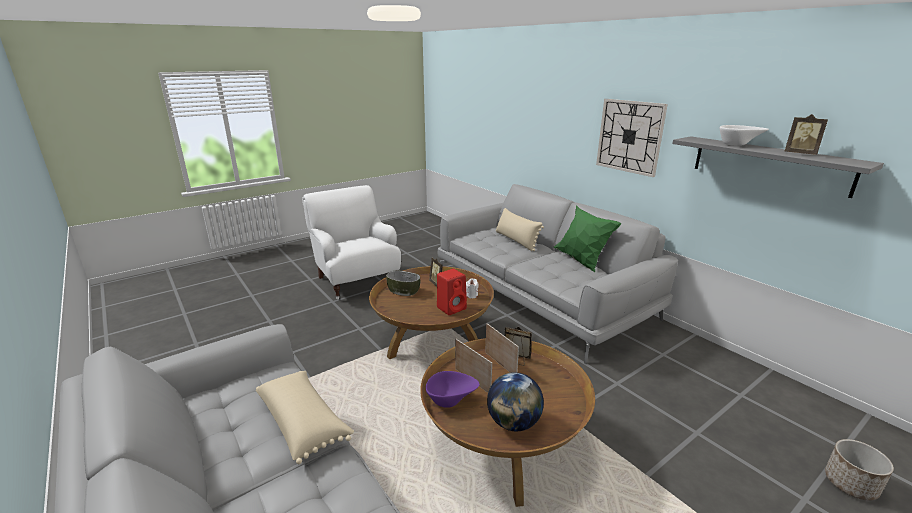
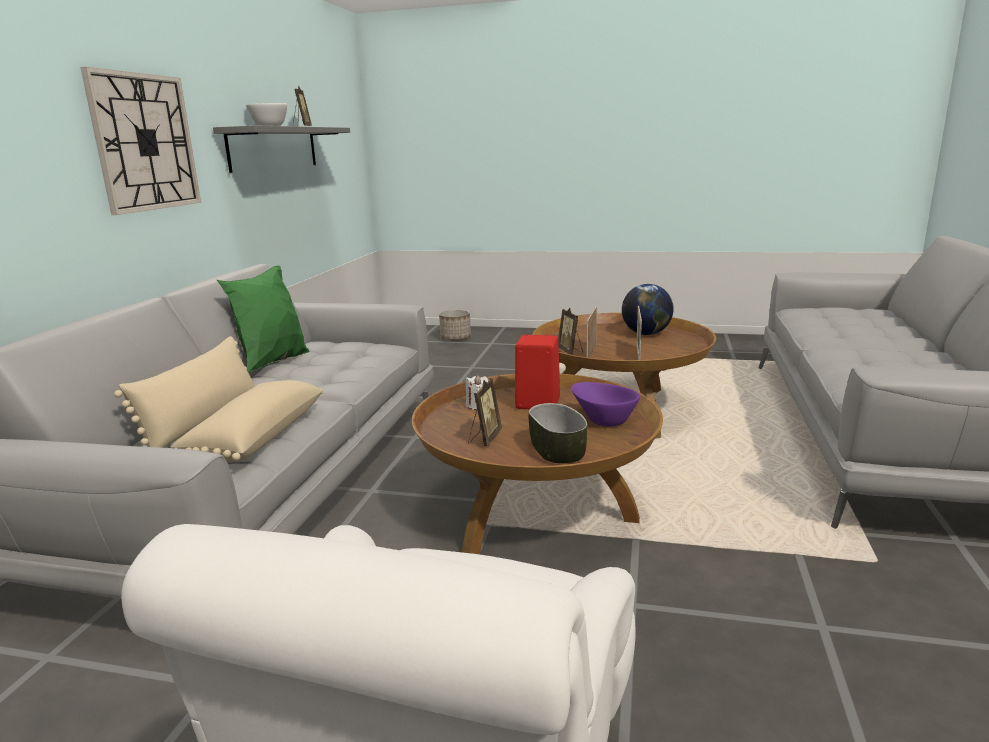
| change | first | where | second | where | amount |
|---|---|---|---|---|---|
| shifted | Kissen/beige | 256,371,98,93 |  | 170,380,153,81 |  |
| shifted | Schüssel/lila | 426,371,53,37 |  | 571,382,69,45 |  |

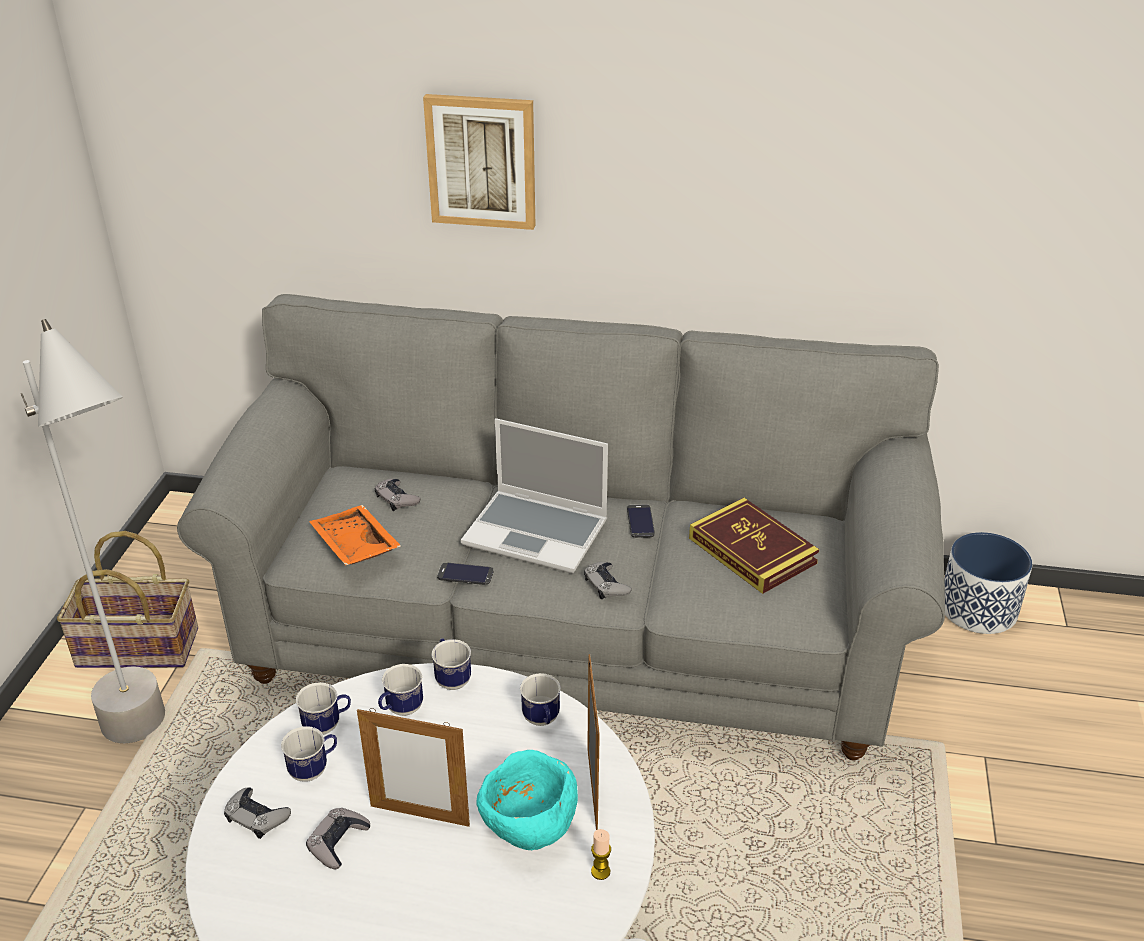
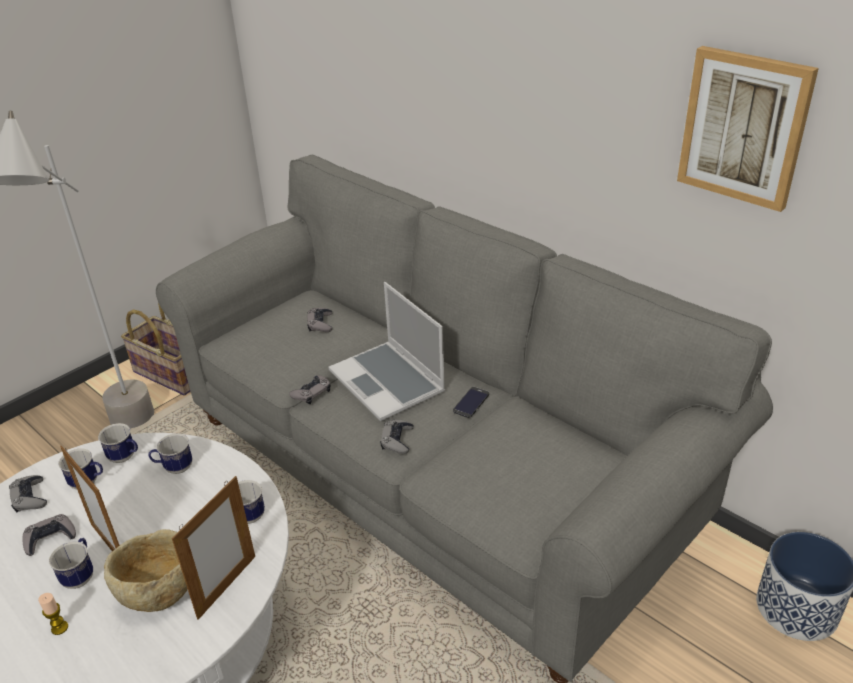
| change | first | where | second | where | amount |
|---|---|---|---|---|---|
| shifted | Kerze | 591,829,20,51 |  | 38,593,30,42 |  |
| shifted | Henkelbecher | 431,638,40,52 |  | 49,538,44,51 |  |
| repainted | Schüssel/türkis | 477,750,101,100 | Schüssel/beige | 104,529,84,83 |  |
| swapped | Handy | 437,562,57,23 | Gamepad/grau | 289,375,42,29 |  |
| shifted | Bild | 423,94,113,136 |  | 677,46,142,166 |  |
| gone | Tablett/orange | 309,505,92,60 |  |  |  |
| gone | Buch | 689,498,130,96 |  |  |  |

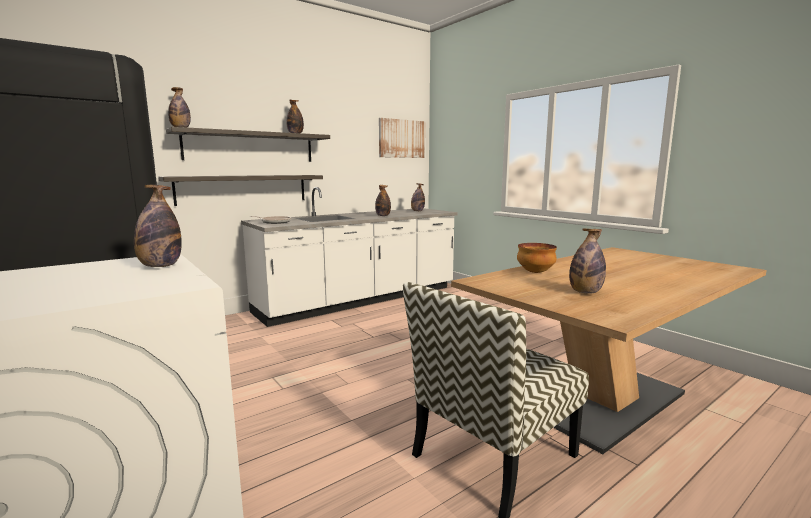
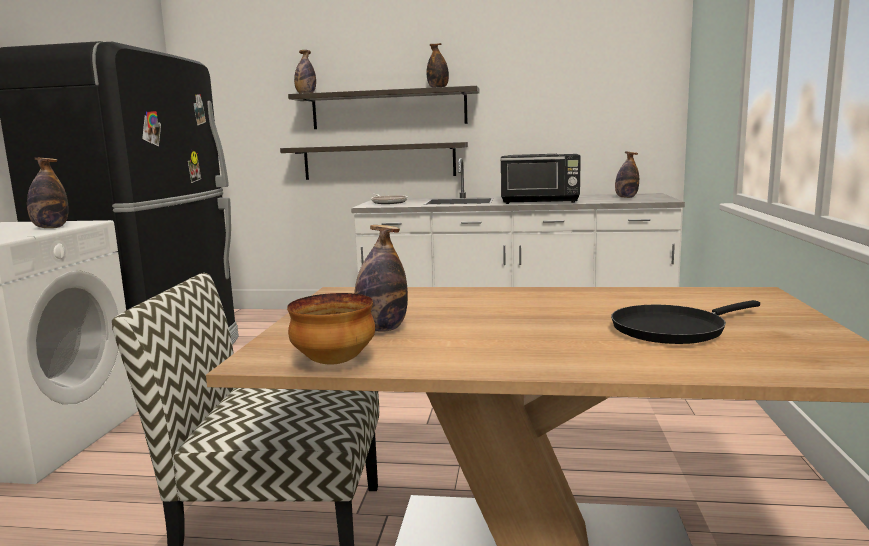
| change | first | where | second | where | amount |
|---|---|---|---|---|---|
| shifted | Schüssel | 517,243,40,30 |  | 287,293,88,71 |  |
| swapped | Flasche | 375,185,16,31 | Mikrowelle/schwarz | 501,154,80,50 |  |
| new |  |  | Pfanne/schwarz | 611,300,149,44 |  |
| gone | Bild | 379,118,46,40 |  |  |  |

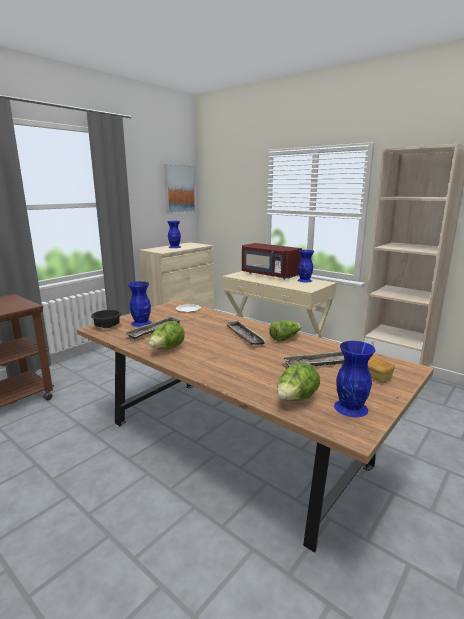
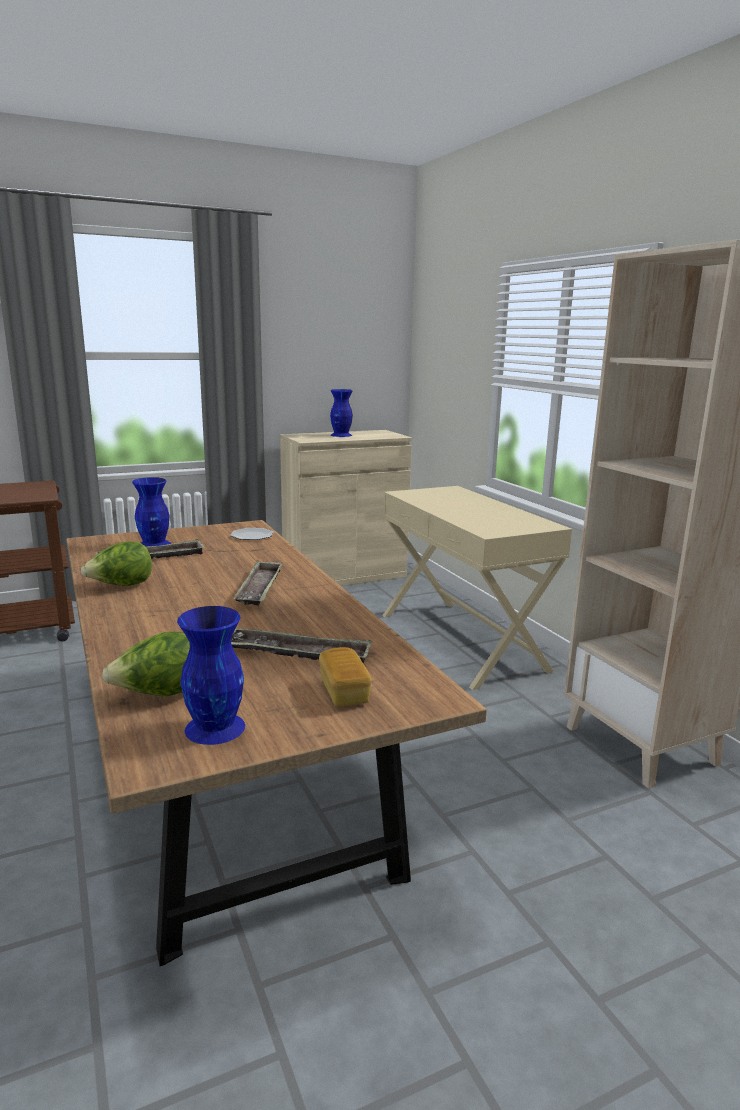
| change | first | where | second | where | amount |
|---|---|---|---|---|---|
| gone | Schüssel/schwarz | 91,310,30,18 |  |  |  |
| gone | Bild | 164,164,32,50 |  |  |  |
| gone | Mikrowelle/rot | 242,243,60,36 |  |  |  |
| gone | Salatkopf | 269,320,32,22 |  |  |  |
| gone | Vase/blau | 297,250,17,32 |  |  |  |

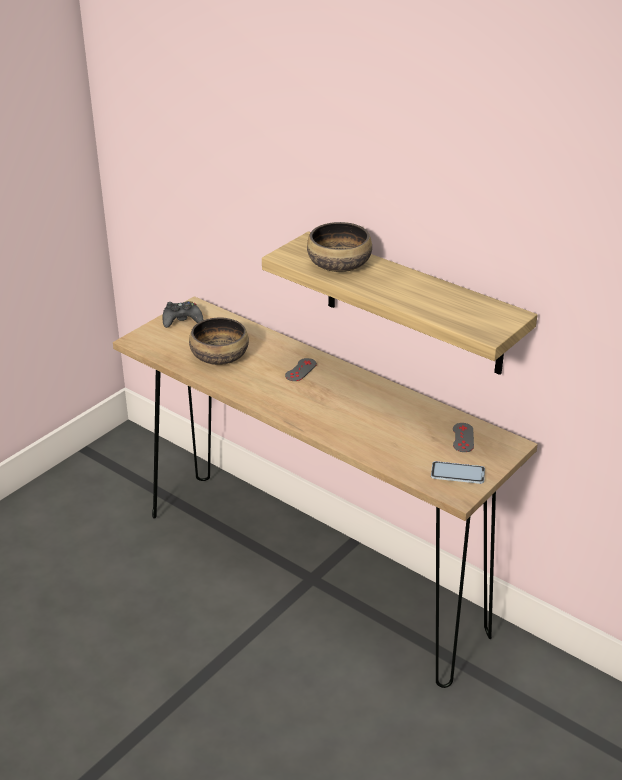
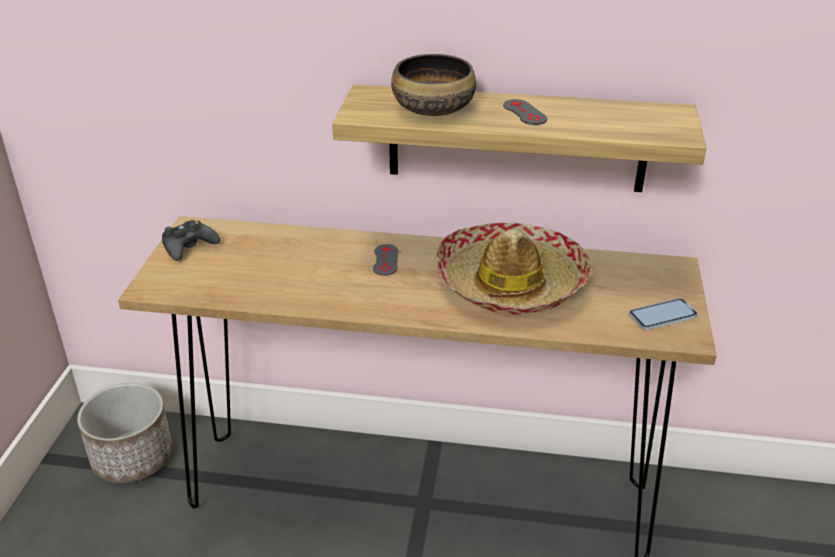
| change | first | where | second | where | amount |
|---|---|---|---|---|---|
| new |  |  | Pflanzkübel | 77,383,95,100 |  |
| new |  |  | Hut | 435,222,157,92 |  |
| shifted | Gamepad/grau | 453,423,21,29 |  | 503,99,44,26 |  |
| gone | Schüssel | 189,317,60,48 |  |  |  |

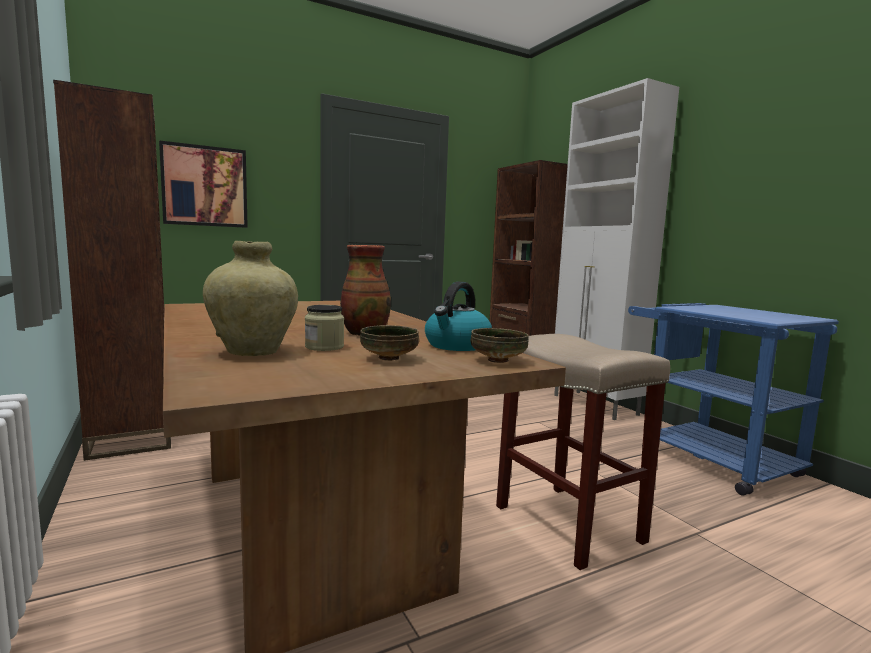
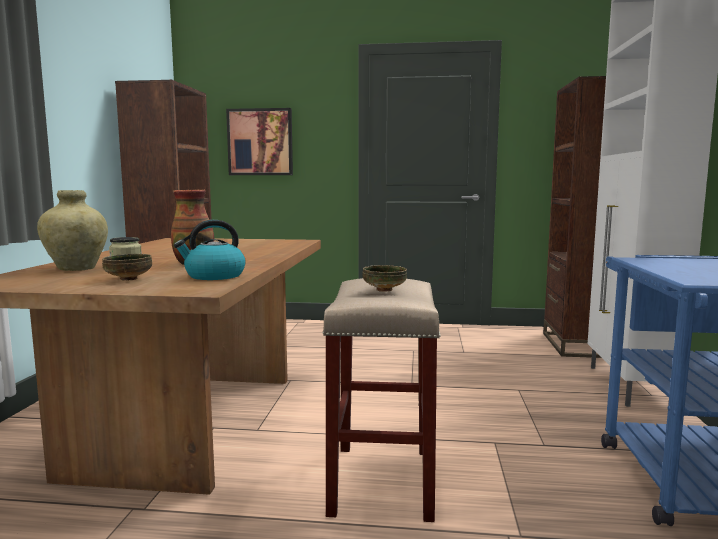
| change | first | where | second | where | amount |
|---|---|---|---|---|---|
| shifted | Schüssel | 470,328,59,35 |  | 363,265,44,27 |  |

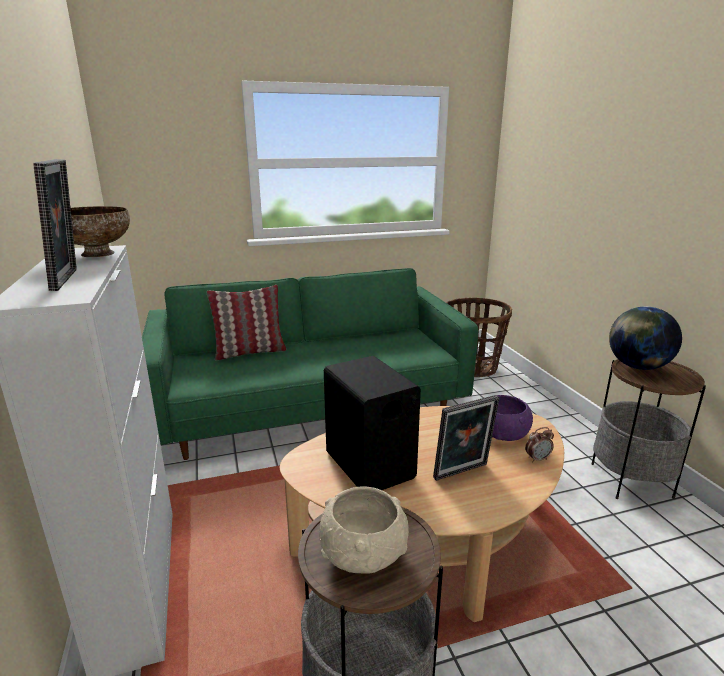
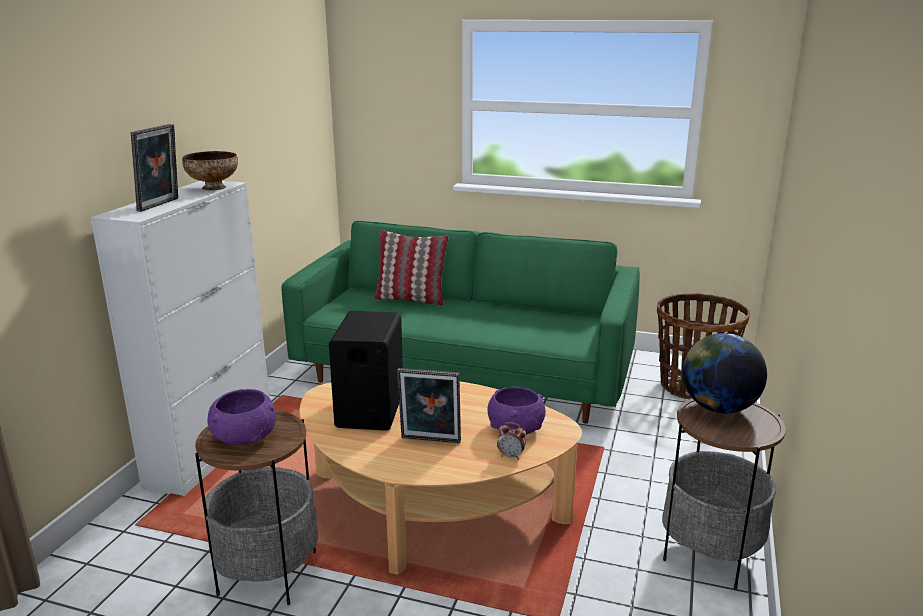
| change | first | where | second | where | amount |
|---|---|---|---|---|---|
| repainted | Schüssel/beige | 319,487,90,87 | Schüssel/lila | 207,389,69,56 |  |

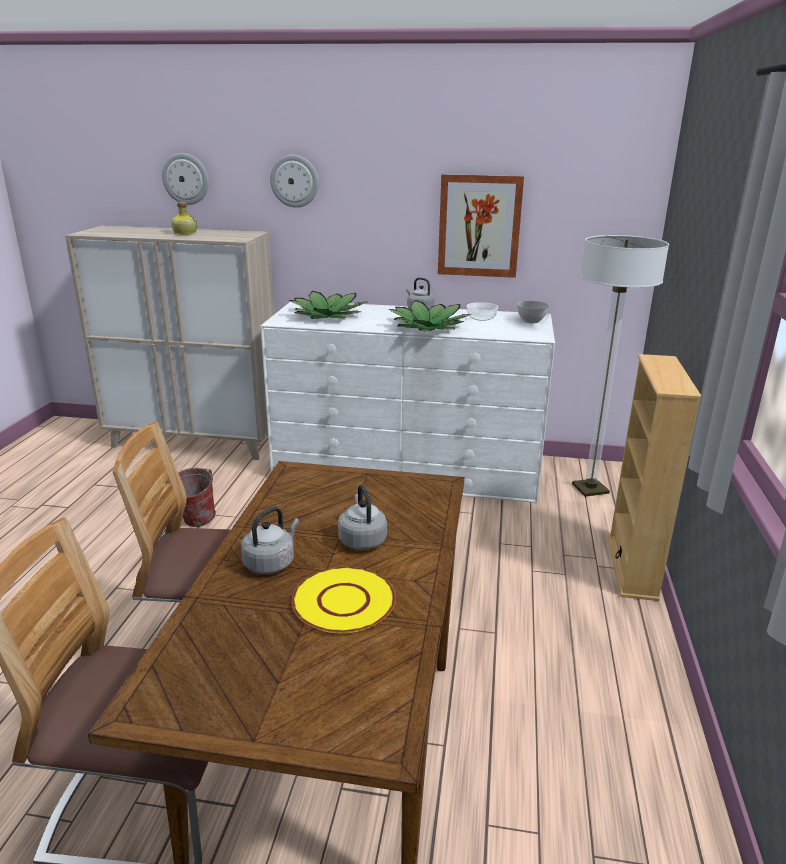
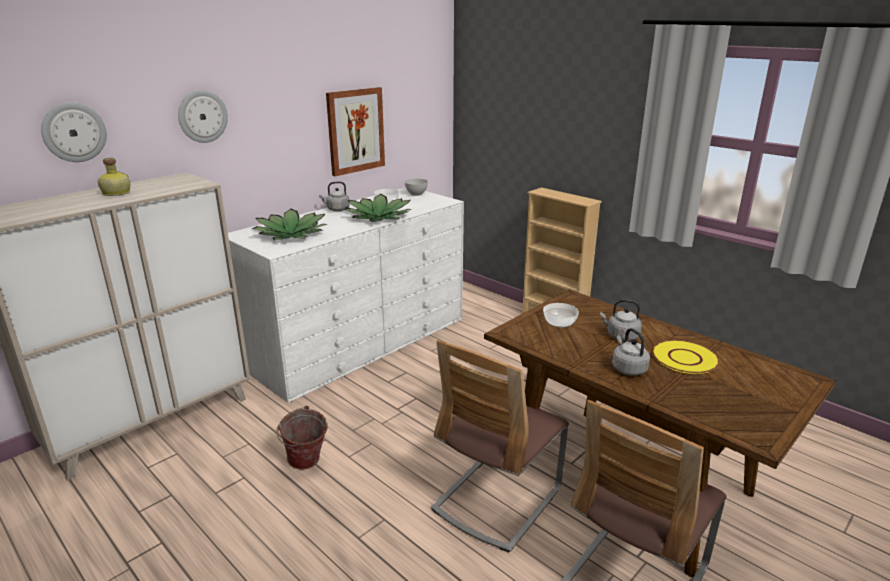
| change | first | where | second | where | amount |
|---|---|---|---|---|---|
| new |  |  | Schüssel | 543,303,36,24 |  |
| gone | Stehlampe | 572,235,97,262 |  |  |  |

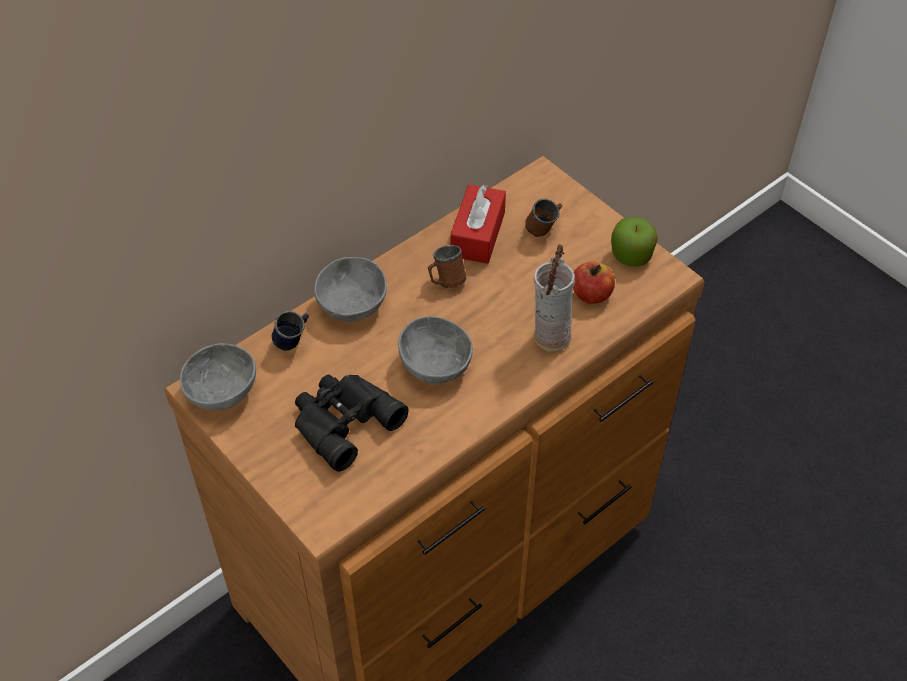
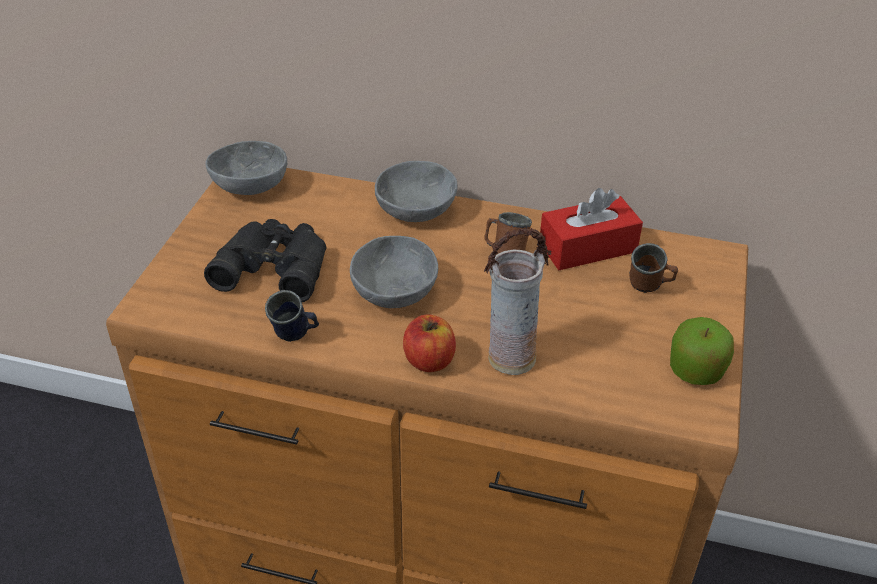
| change | first | where | second | where | amount |
|---|---|---|---|---|---|
| shifted | Henkelbecher/blau | 272,311,37,40 |  | 265,290,54,52 |  |
| shifted | Apfel | 573,262,42,42 |  | 403,314,53,58 |  |

